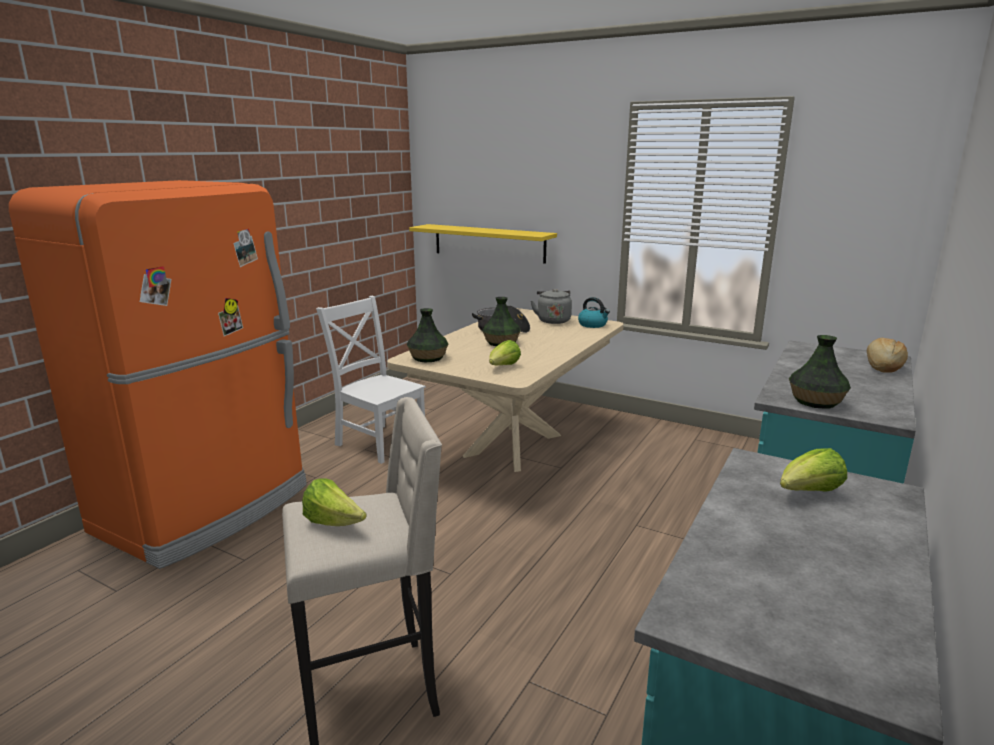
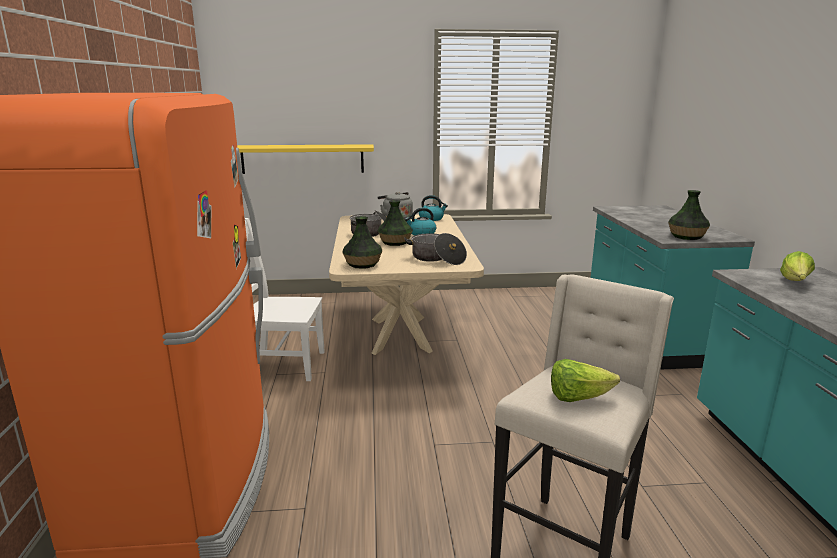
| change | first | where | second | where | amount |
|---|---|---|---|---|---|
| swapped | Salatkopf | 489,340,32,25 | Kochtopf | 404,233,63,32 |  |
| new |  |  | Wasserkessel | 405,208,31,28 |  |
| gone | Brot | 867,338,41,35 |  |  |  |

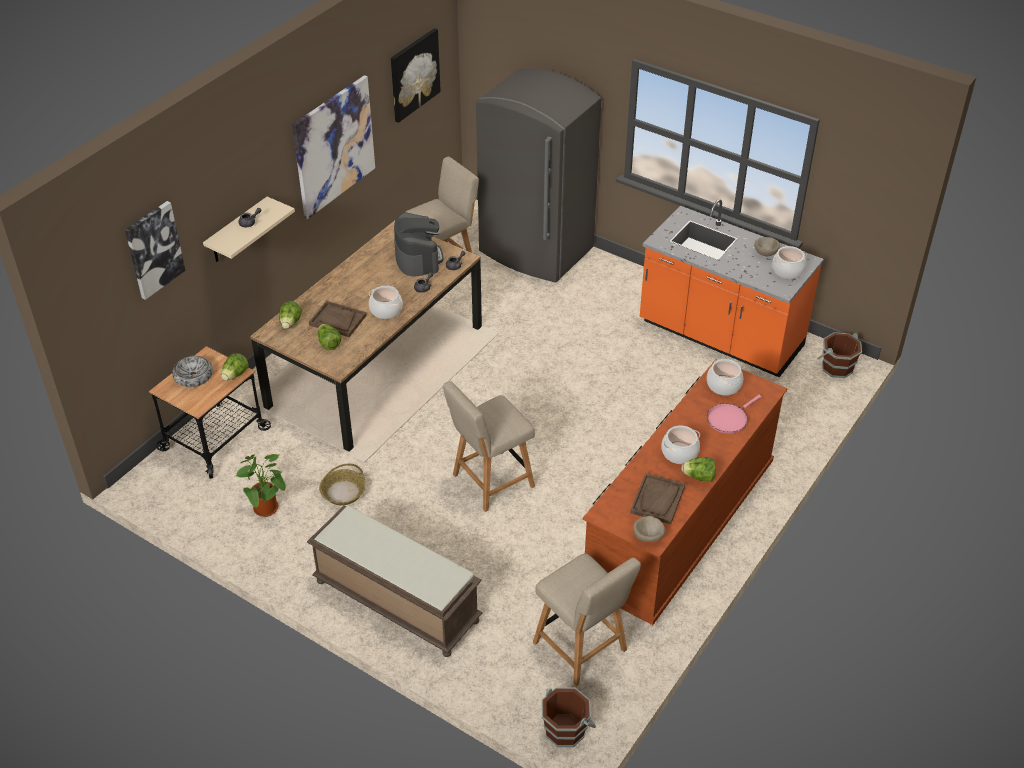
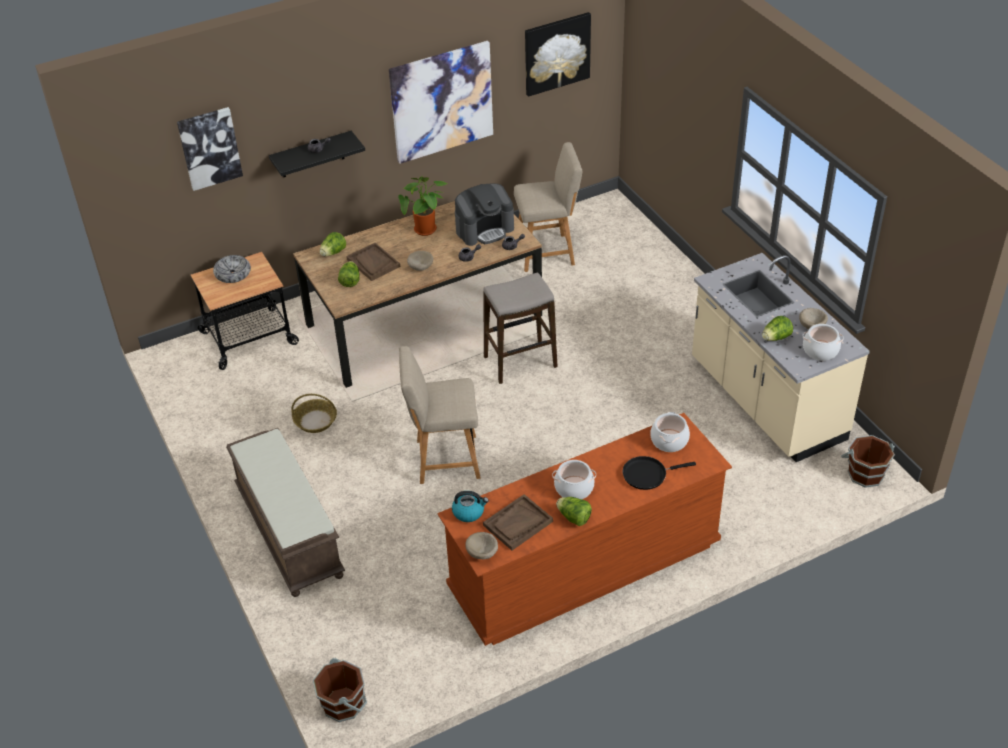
| change | first | where | second | where | amount |
|---|---|---|---|---|---|
| repainted | Wandregal/beige | 203,197,92,65 | Wandregal/schwarz | 269,131,96,46 |  |
| shifted | Topfpflanze | 235,454,51,63 |  | 398,175,50,61 |  |
| swapped | Kochtopf | 369,286,34,33 | Schüssel/beige | 407,251,26,20 |  |
| new |  |  | Wasserkessel | 452,491,37,31 |  |
| rotated | Kaffeemaschine | 394,212,49,65 |  | 455,183,59,63 | 45 degrees clockwise |
| new |  |  | Hocker | 483,272,75,112 |  |
| repainted | Pfanne/rosa | 707,395,55,39 | Pfanne/schwarz | 623,456,73,34 |  |
| repainted | Küchenzeile/orange | 640,199,184,178 | Küchenzeile/beige | 692,253,178,209 |  |
| shifted | Salatkopf | 221,353,28,28 |  | 762,316,31,25 |  |
| gone | Kühlschrank/grau | 476,68,125,215 |  |  |  |
| gone | Stuhl/beige | 533,553,108,133 |  |  |  |

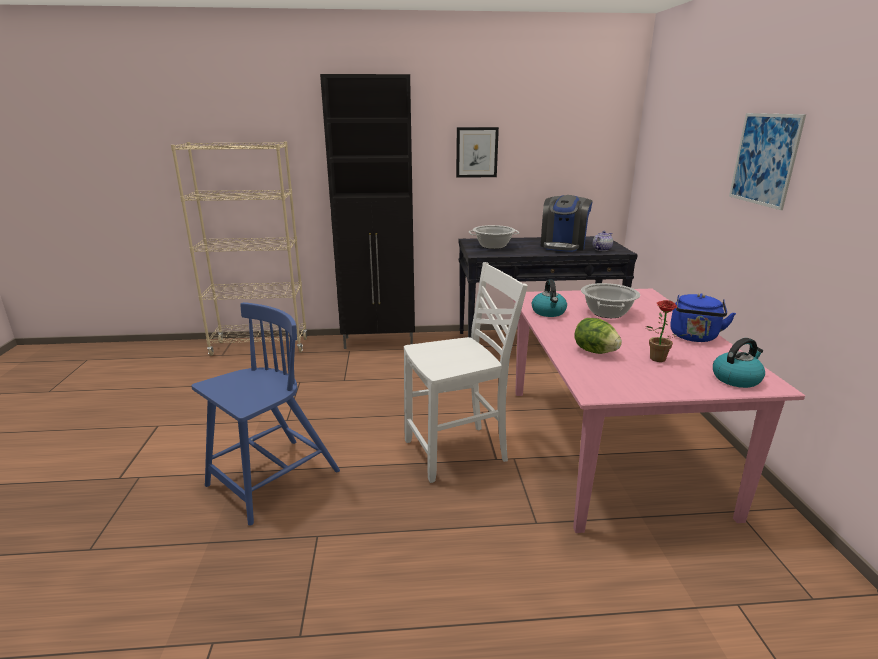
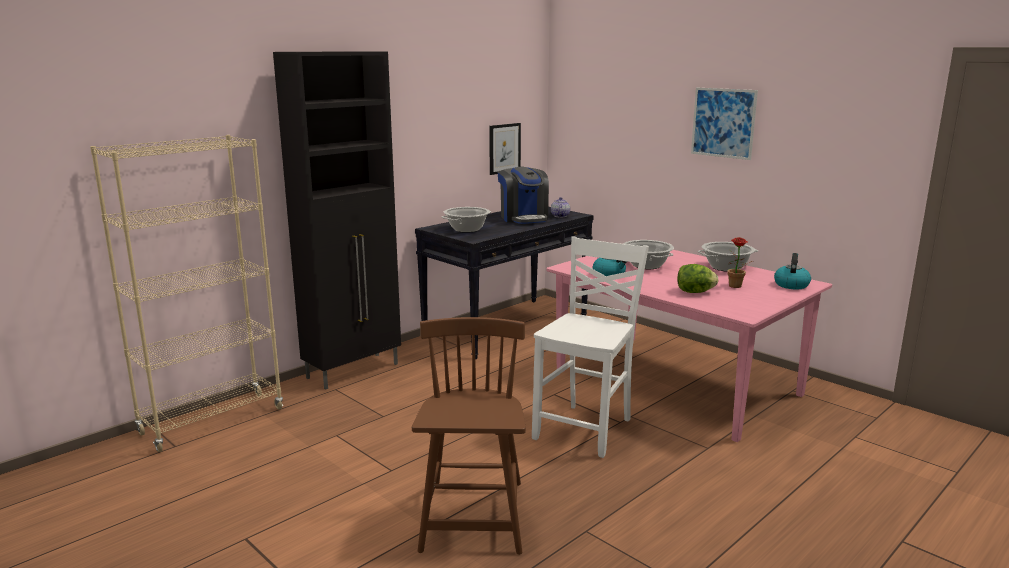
| change | first | where | second | where | amount |
|---|---|---|---|---|---|
| repainted | Stuhl/blau | 191,302,149,224 | Stuhl/braun | 412,317,114,238 |  |
| shifted | Bild | 456,127,43,51 |  | 489,123,32,52 |  |
| swapped | Wasserkessel/blau | 670,293,66,49 | Kochtopf | 697,242,61,30 |  |

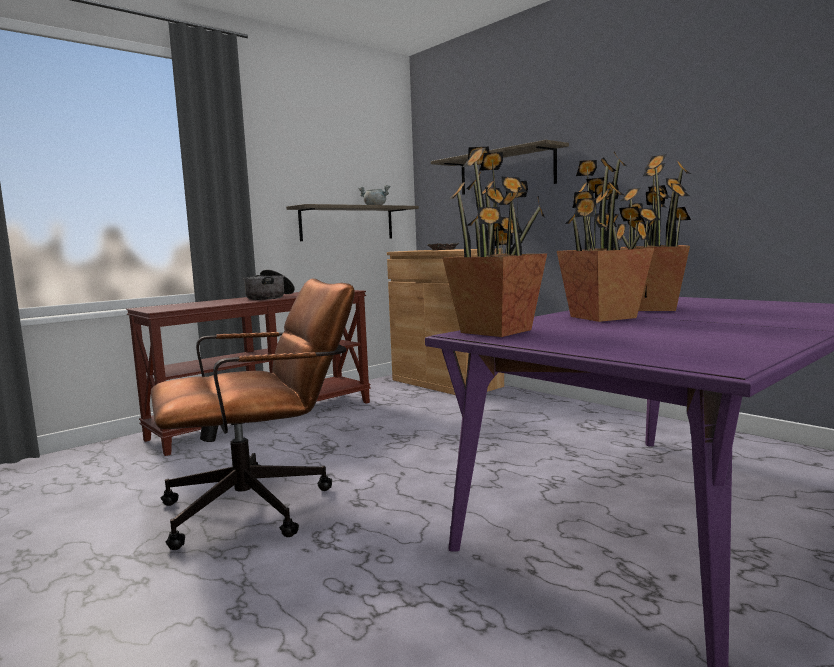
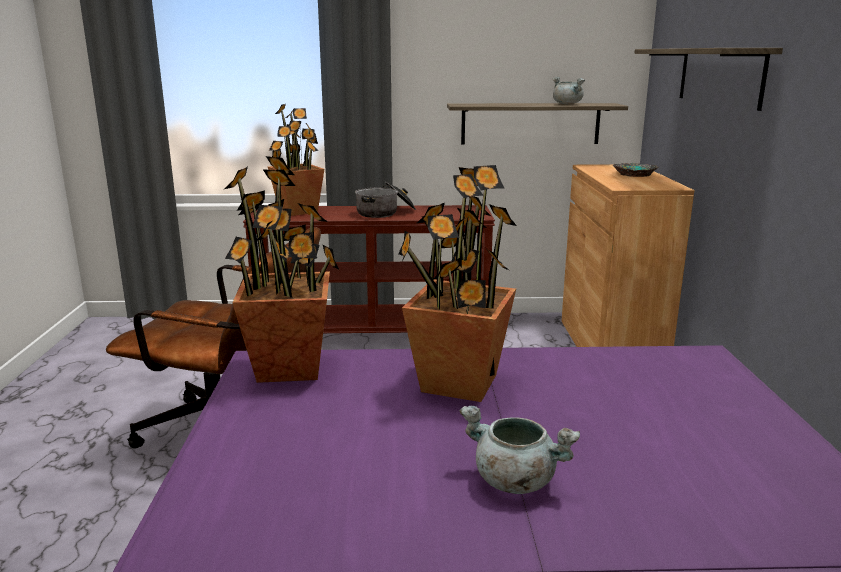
| change | first | where | second | where | amount |
|---|---|---|---|---|---|
| shifted | Topfpflanze | 616,154,75,157 |  | 268,104,56,112 |  |
| new |  |  | Kochtopf/grau | 460,406,120,88 |  |

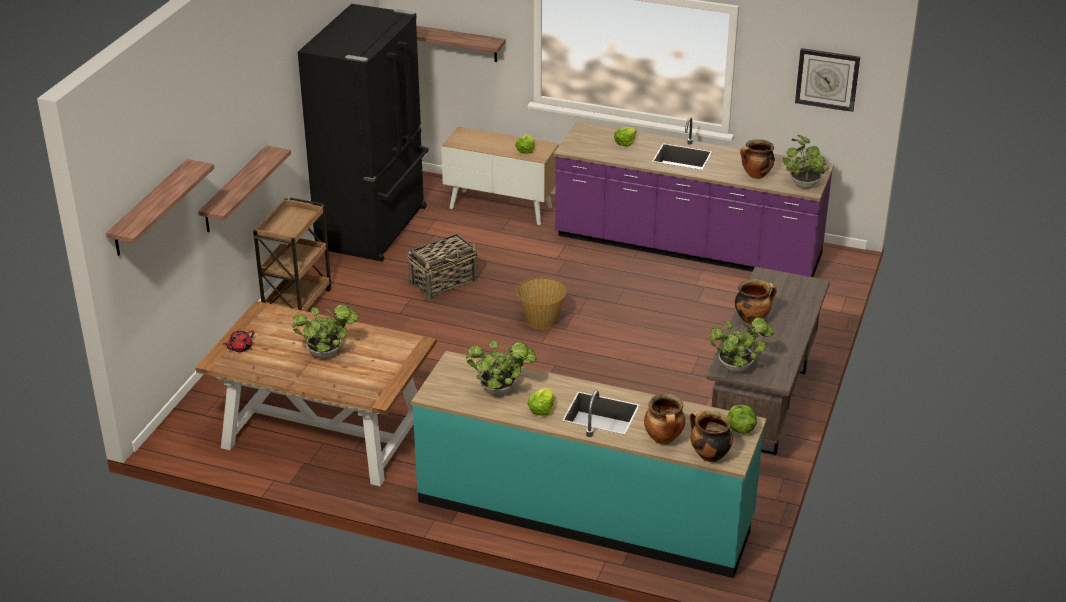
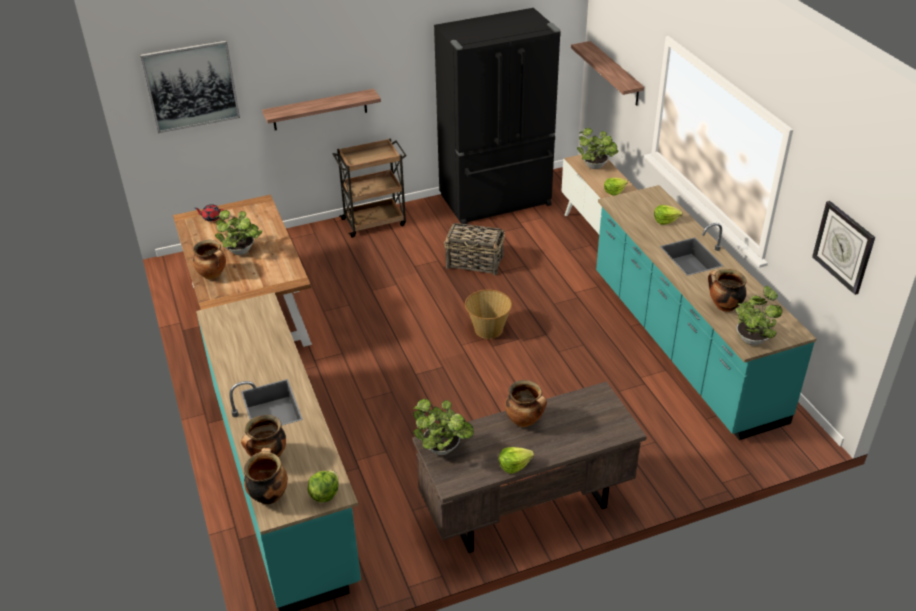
| change | first | where | second | where | amount |
|---|---|---|---|---|---|
| swapped | Wandregal | 106,159,108,97 | Bild | 140,40,100,93 |  |
| new |  |  | Kochtopf | 193,240,33,40 |  |
| shifted | Salatkopf | 527,388,27,28 |  | 499,447,35,27 |  |
| shifted | Topfpflanze | 466,340,70,56 |  | 577,128,41,41 |  |
| repainted | Küchenzeile/lila | 553,117,281,160 | Küchenzeile/türkis | 596,185,221,255 |  |

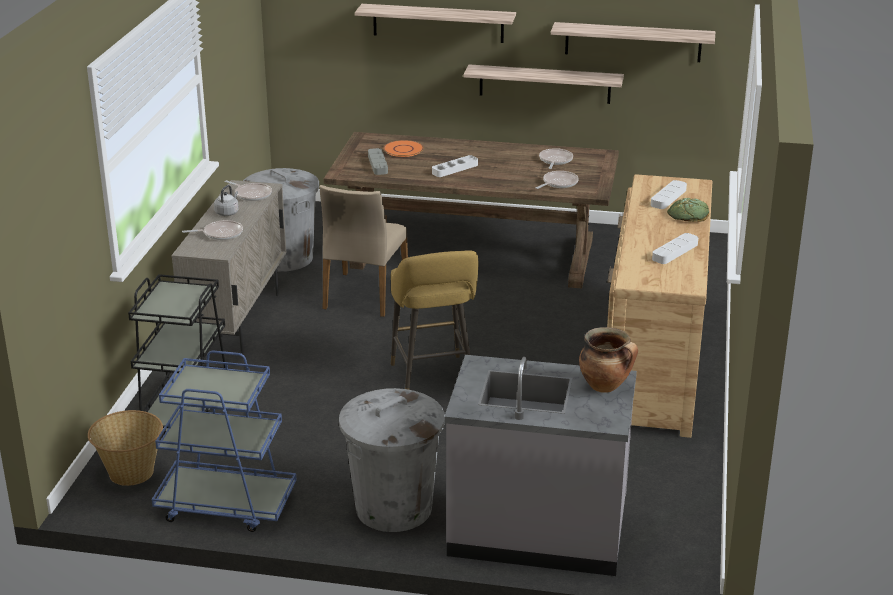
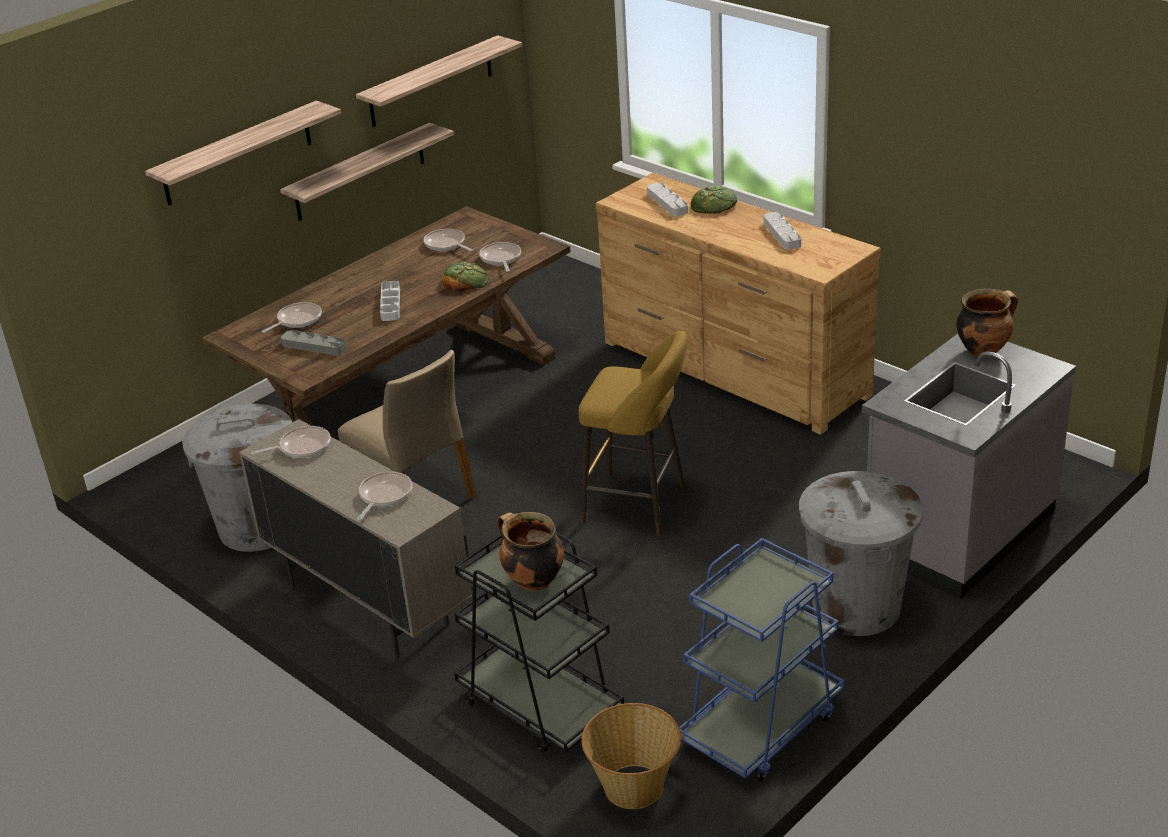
| change | first | where | second | where | amount |
|---|---|---|---|---|---|
| swapped | Teller/orange | 383,140,41,17 | Pfanne | 262,302,60,31 |  |
| new |  |  | Brot | 443,262,45,29 |  |
| new |  |  | Kochtopf | 498,512,66,79 |  |
| gone | Wasserkessel/grau | 214,185,25,31 |  |  |  |

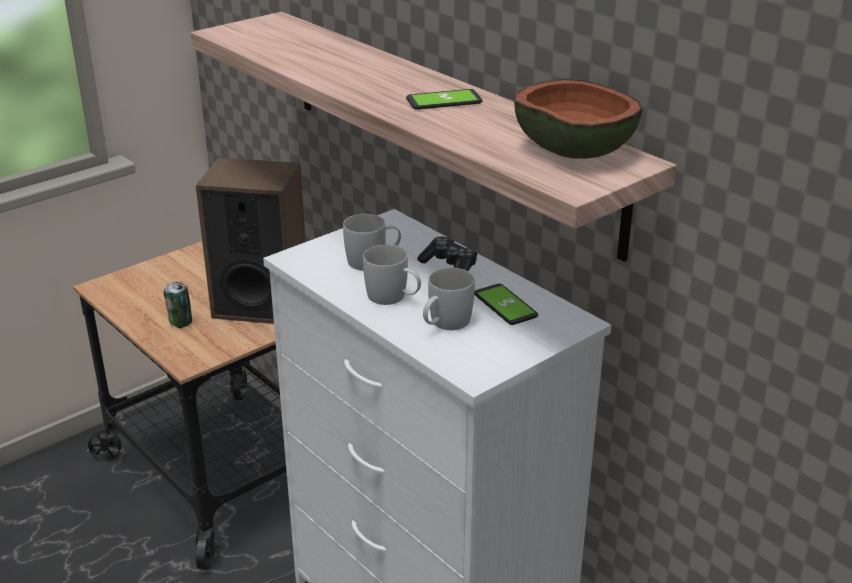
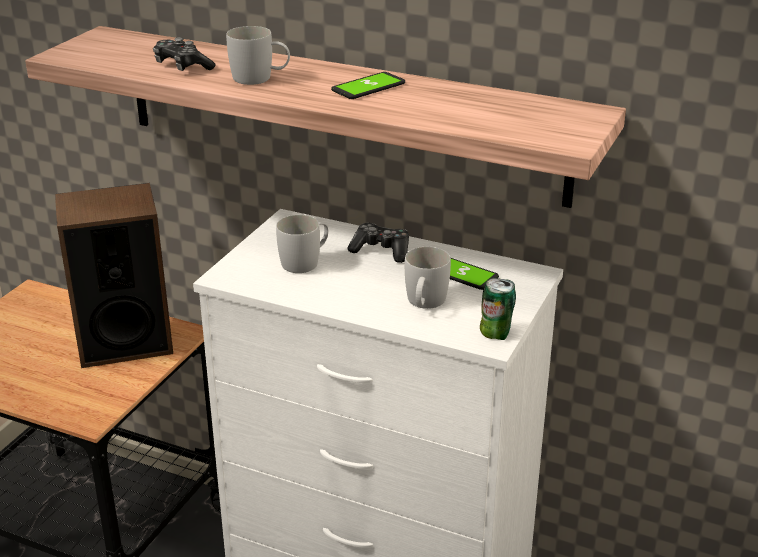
| change | first | where | second | where | amount |
|---|---|---|---|---|---|
| new |  |  | Gamepad | 153,37,63,34 |  |
| shifted | Henkelbecher/weiß | 363,245,58,60 |  | 226,26,64,59 |  |
| shifted | Dose | 164,282,28,46 |  | 480,277,36,63 |  |
| gone | Schüssel | 514,79,128,80 |  |  |  |

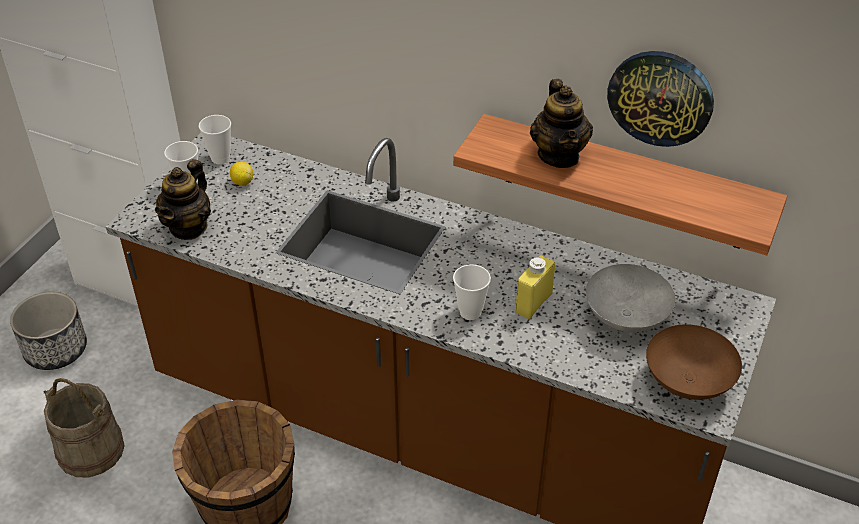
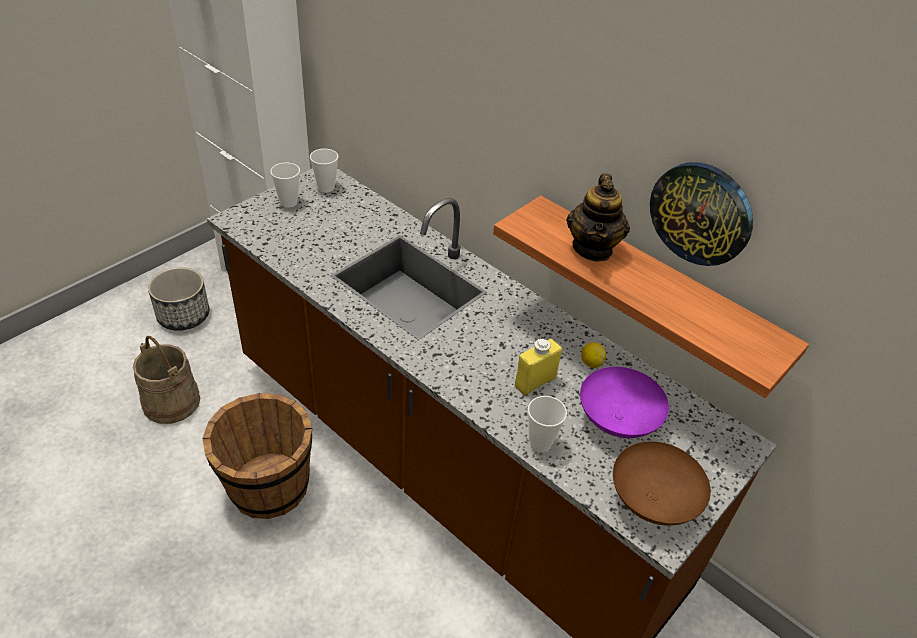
| change | first | where | second | where | amount |
|---|---|---|---|---|---|
| shifted | Tasse | 453,264,38,56 |  | 528,396,39,56 |  |
| repainted | Schüssel/grau | 586,264,89,68 | Schüssel/lila | 580,367,89,71 |  |
| shifted | Zitrone | 230,162,23,24 |  | 581,342,25,26 |  |
| gone | Teekanne | 155,159,56,81 |  |  |  |

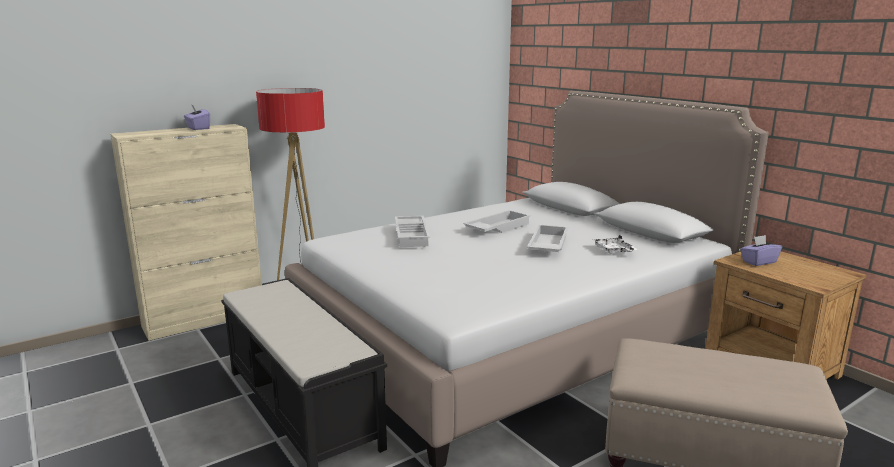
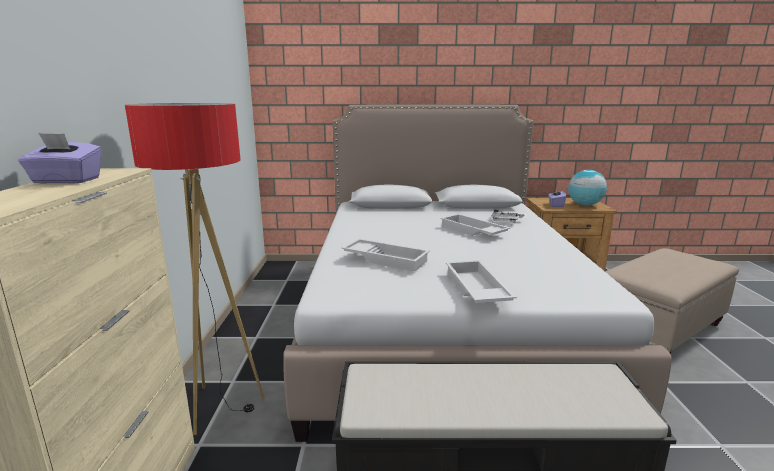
| change | first | where | second | where | amount |
|---|---|---|---|---|---|
| shifted | Tablett/weiß | 463,210,68,23 |  | 446,260,71,43 |  |
| new |  |  | Globus | 568,170,39,36 |  |

